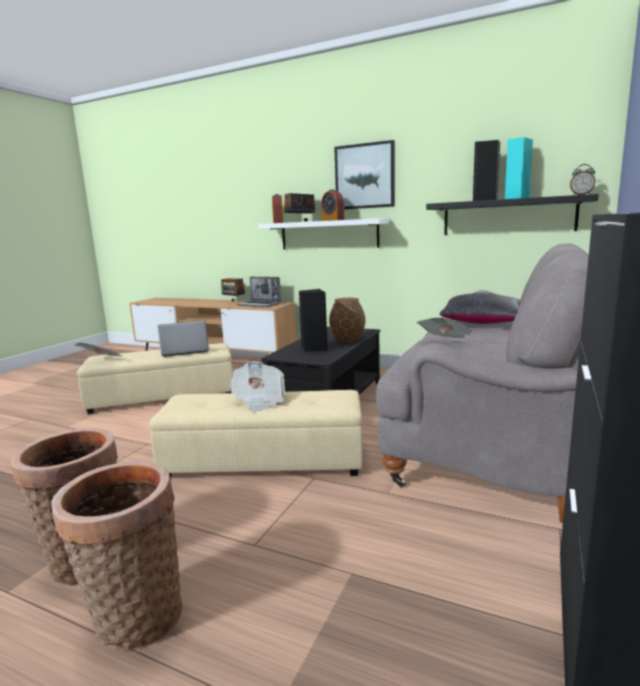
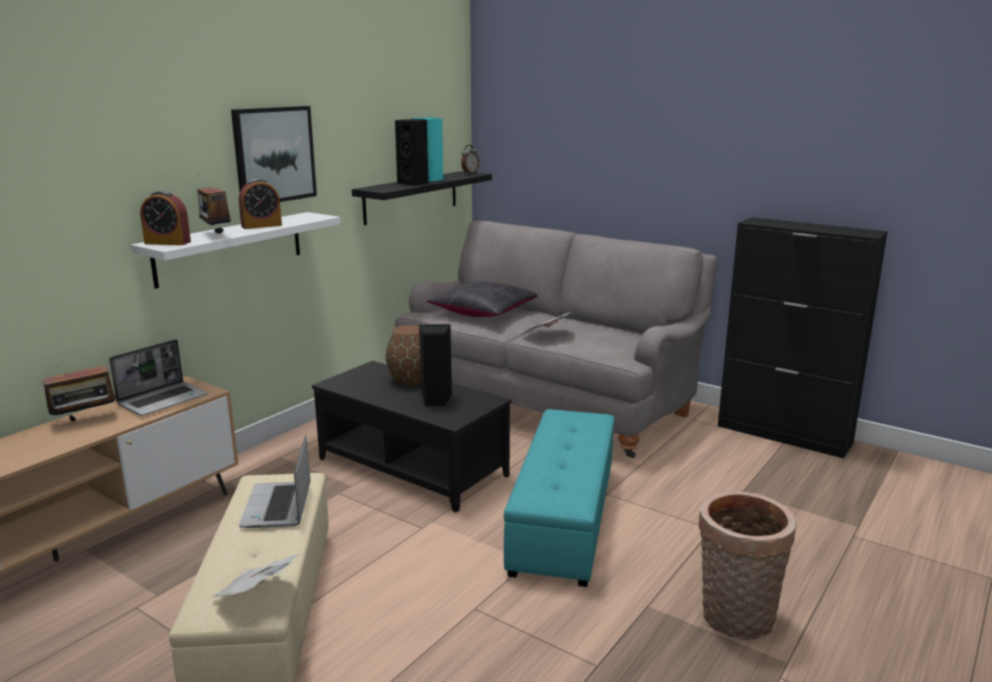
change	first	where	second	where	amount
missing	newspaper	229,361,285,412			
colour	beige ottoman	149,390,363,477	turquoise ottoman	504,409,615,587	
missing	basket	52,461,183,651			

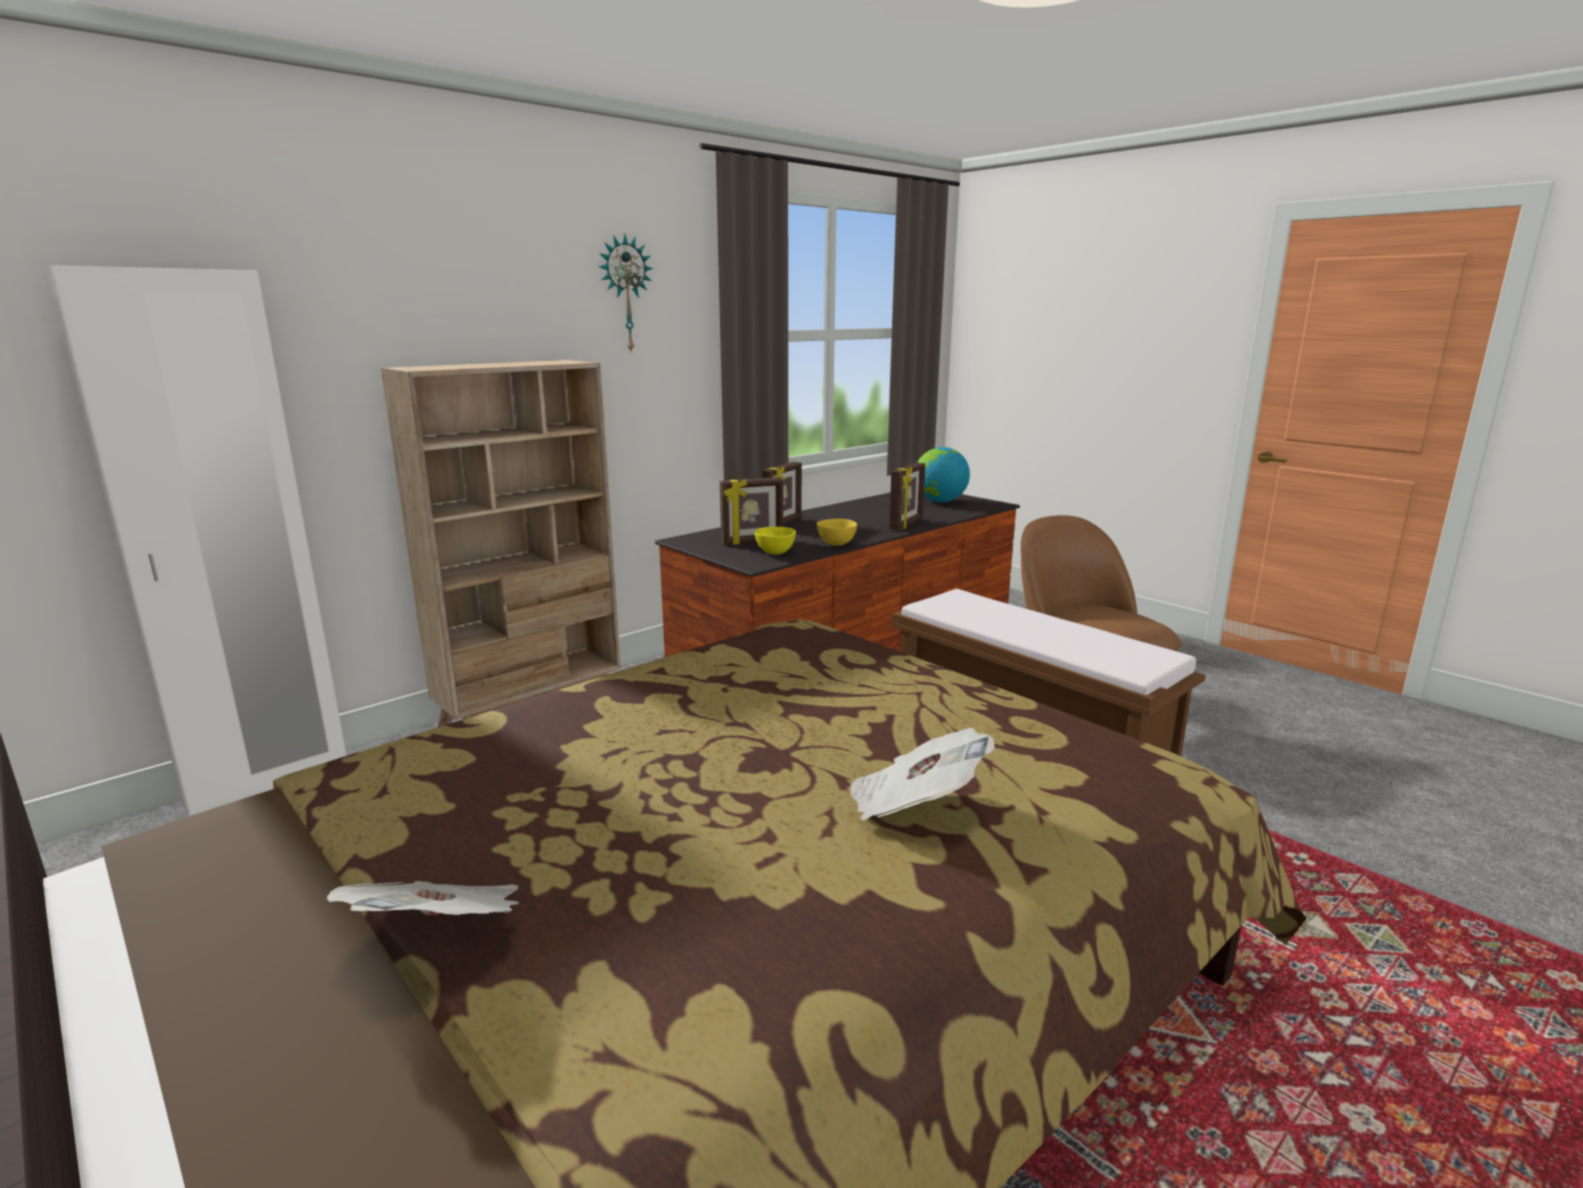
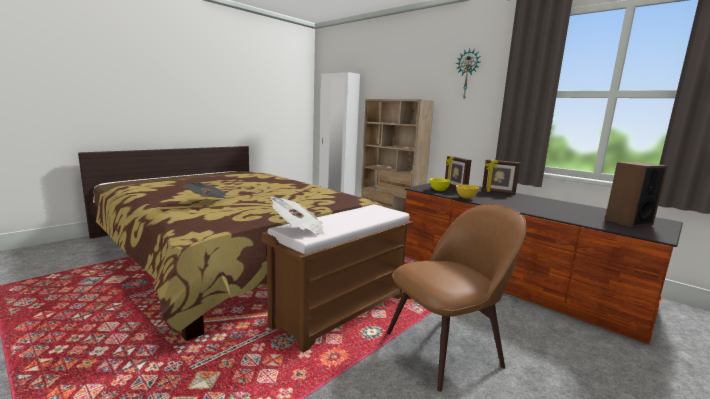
change	first	where	second	where	amount
exchanged	globe	918,447,970,503	speaker	605,162,668,228	
missing	picture frame	889,462,925,530			
relocated	newspaper	327,881,519,915		271,197,324,235	

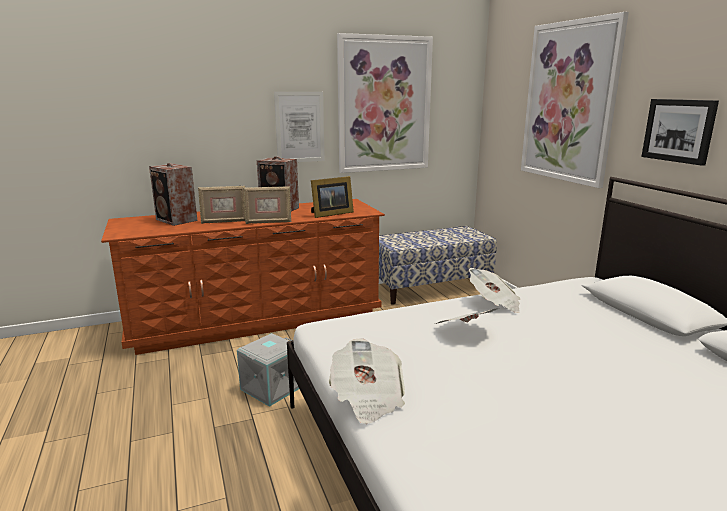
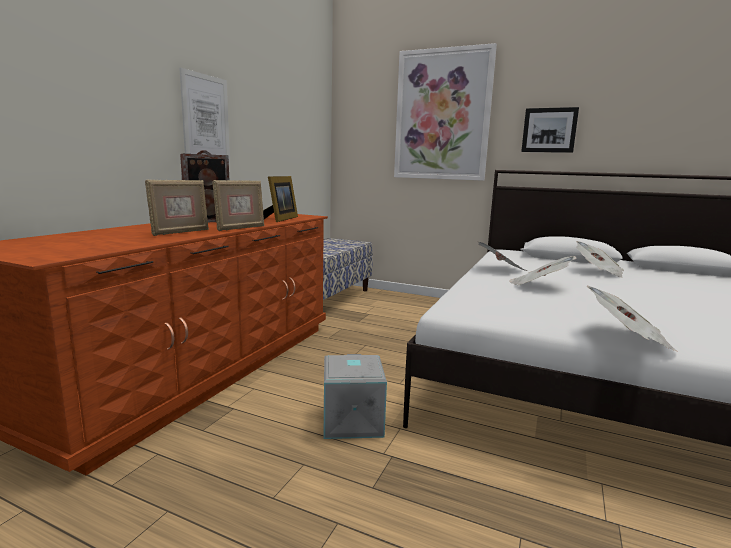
change	first	where	second	where	amount
missing	picture	337,33,433,173			
missing	speaker	149,163,197,226			
appeared			newspaper	576,241,624,278	

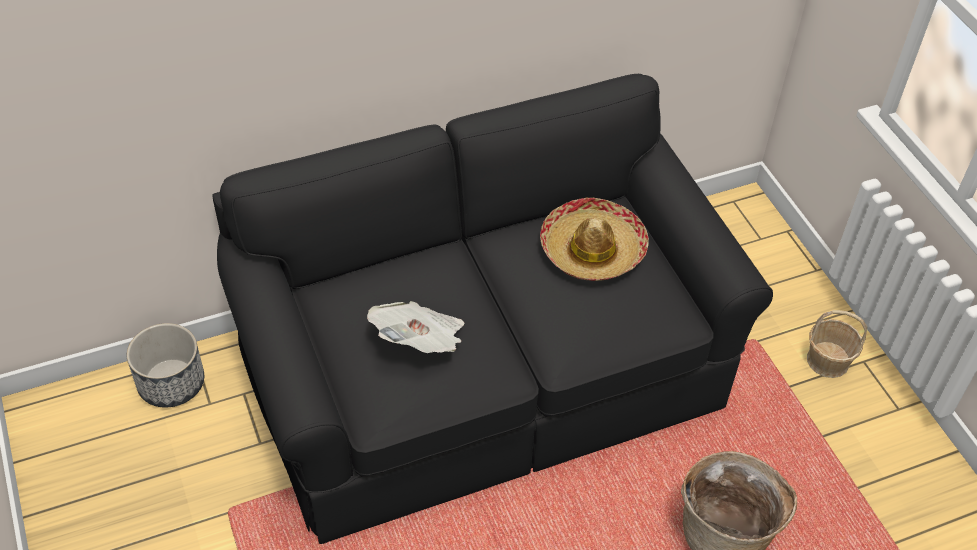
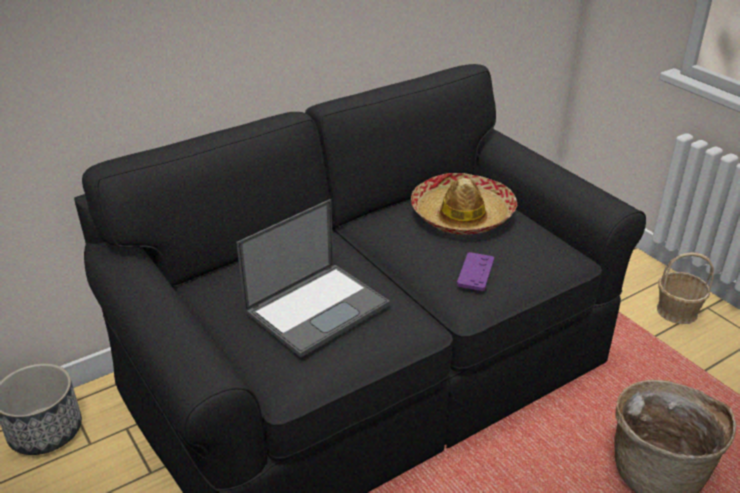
change	first	where	second	where	amount
exchanged	newspaper	367,301,464,353	laptop	236,199,390,358	
appeared			purple game controller	457,252,494,291	

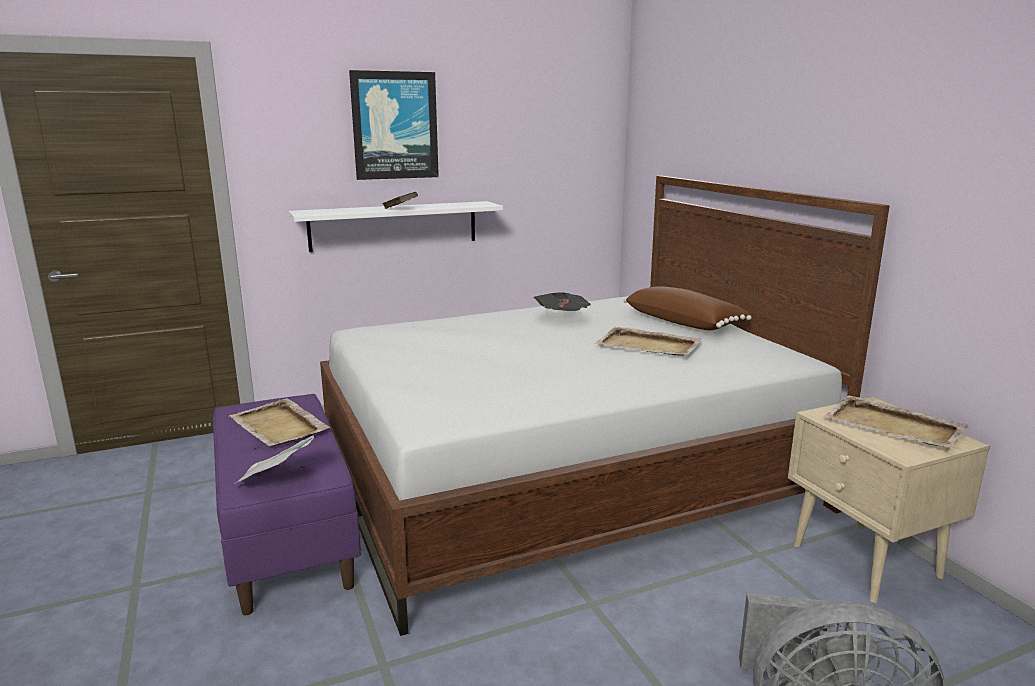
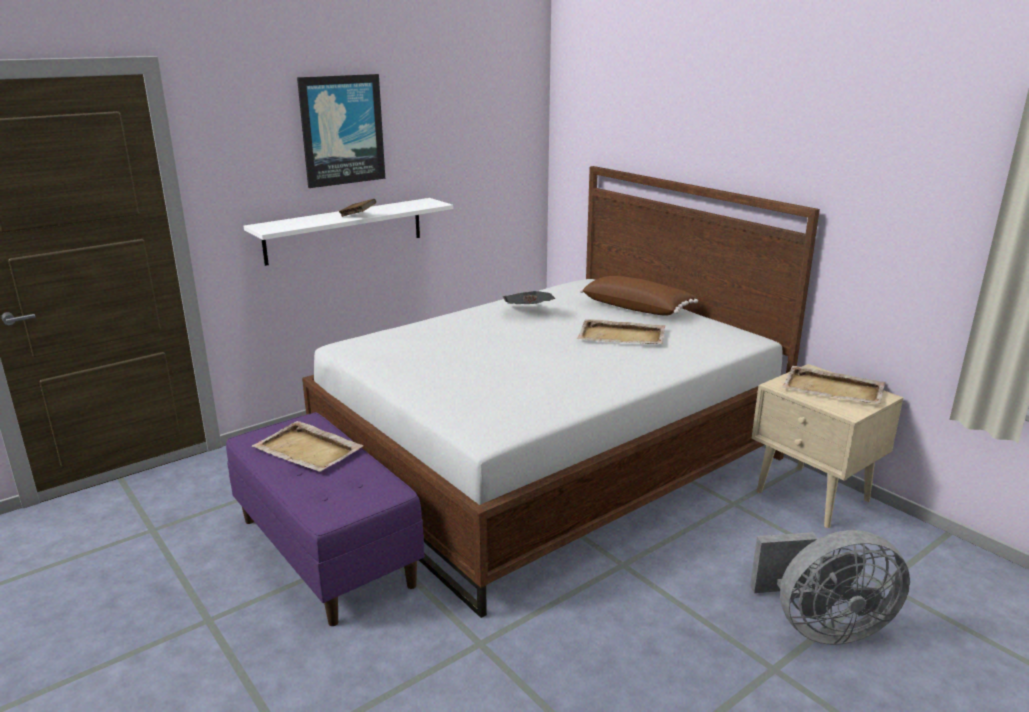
change	first	where	second	where	amount
missing	newspaper	234,435,314,484			

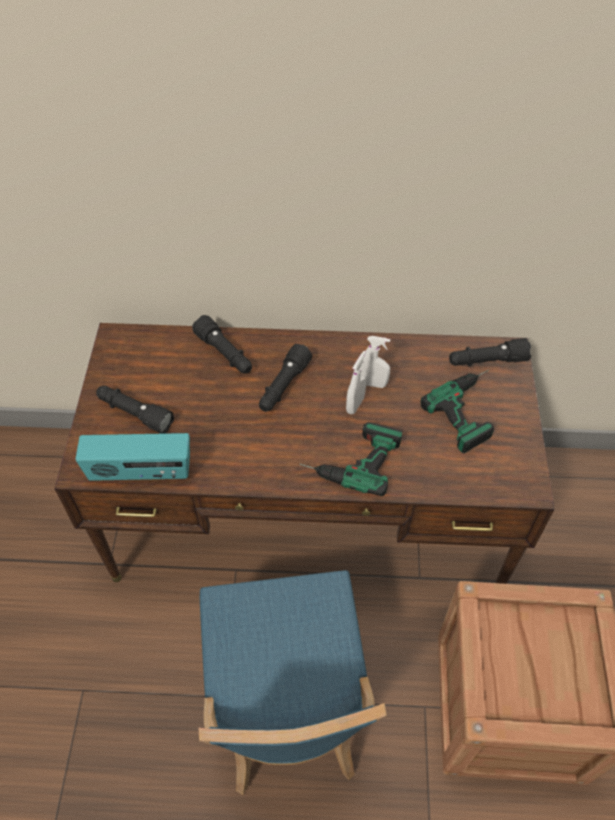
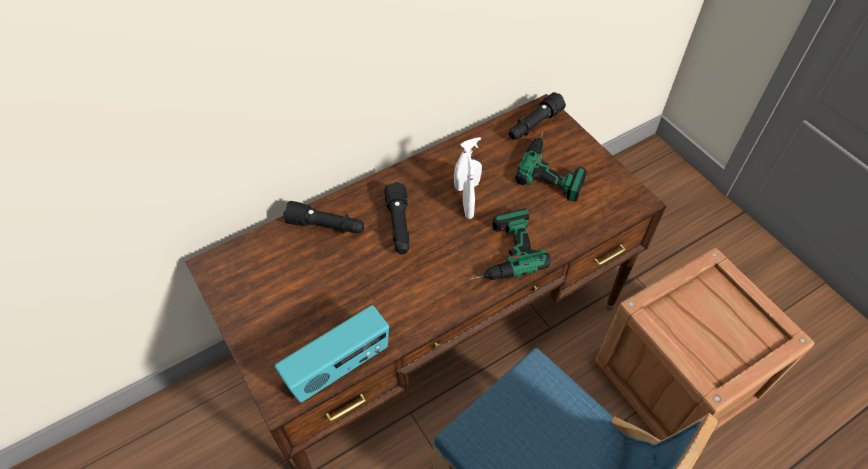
change	first	where	second	where	amount
missing	black flashlight	96,386,174,434			

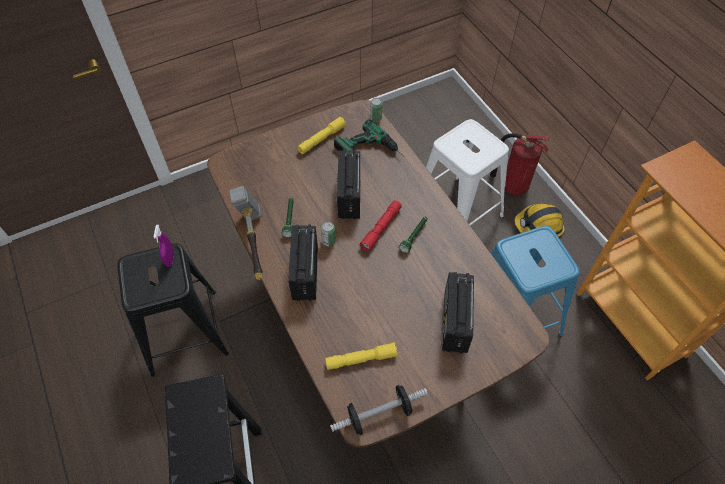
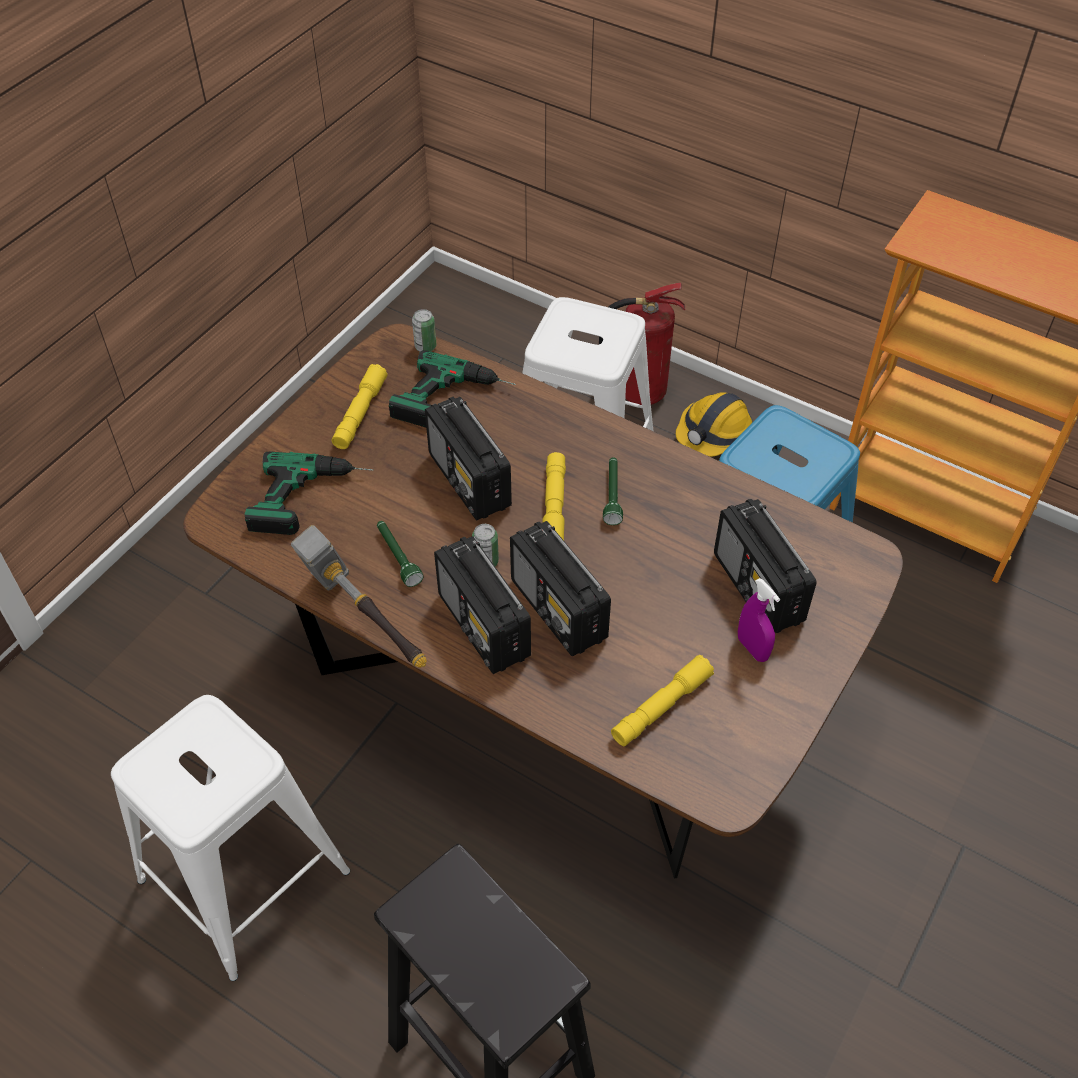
change	first	where	second	where	amount
colour	red flashlight	359,200,402,251	yellow flashlight	542,452,566,540	
relocated	purple spray bottle	154,225,174,267		738,578,780,662	
colour	black stool	117,243,229,377	white stool	111,695,350,981	
missing	dumbbell	330,385,428,435			
appeared			power drill	244,451,374,535	
appeared			radio	510,521,611,656	

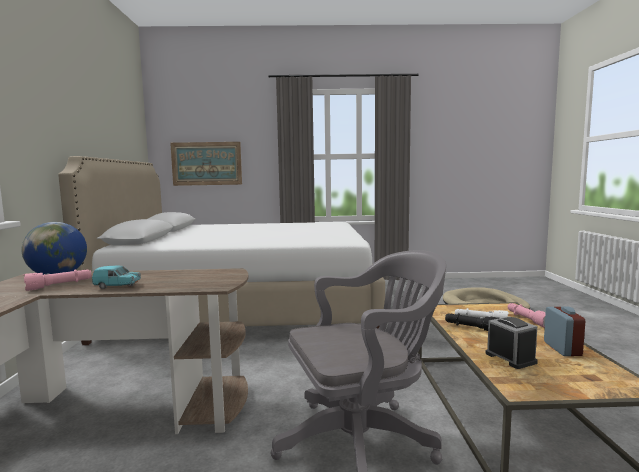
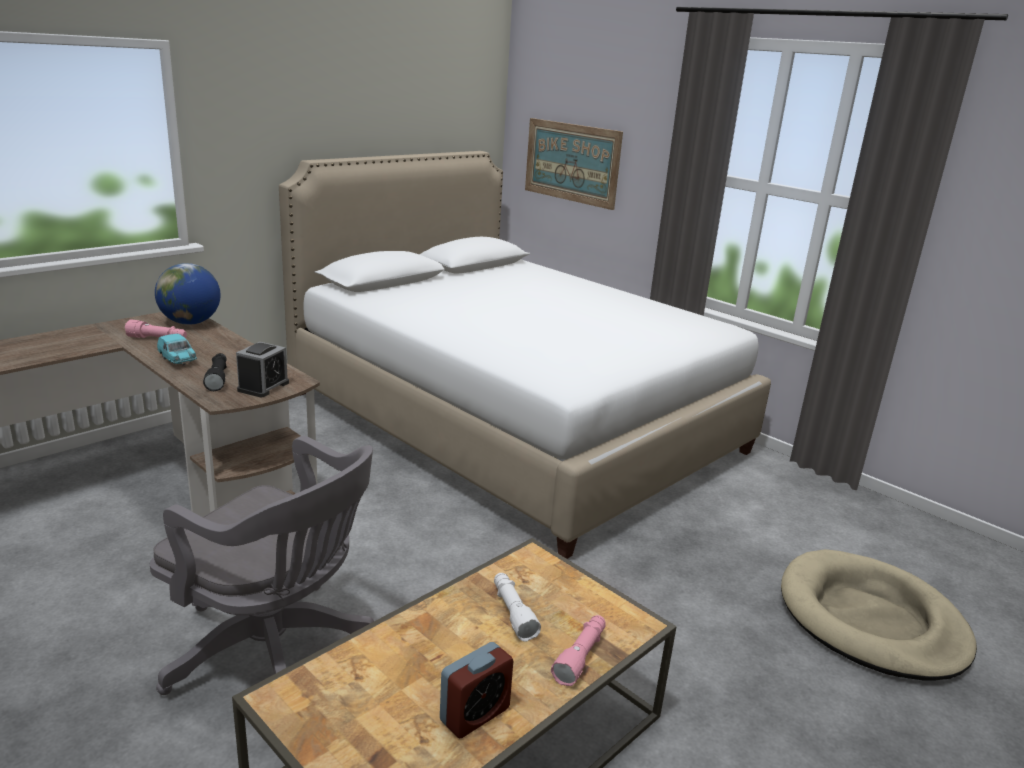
change	first	where	second	where	amount
relocated	black flashlight	445,313,499,331		203,353,227,391	
relocated	alarm clock	486,316,538,369		236,342,289,397	

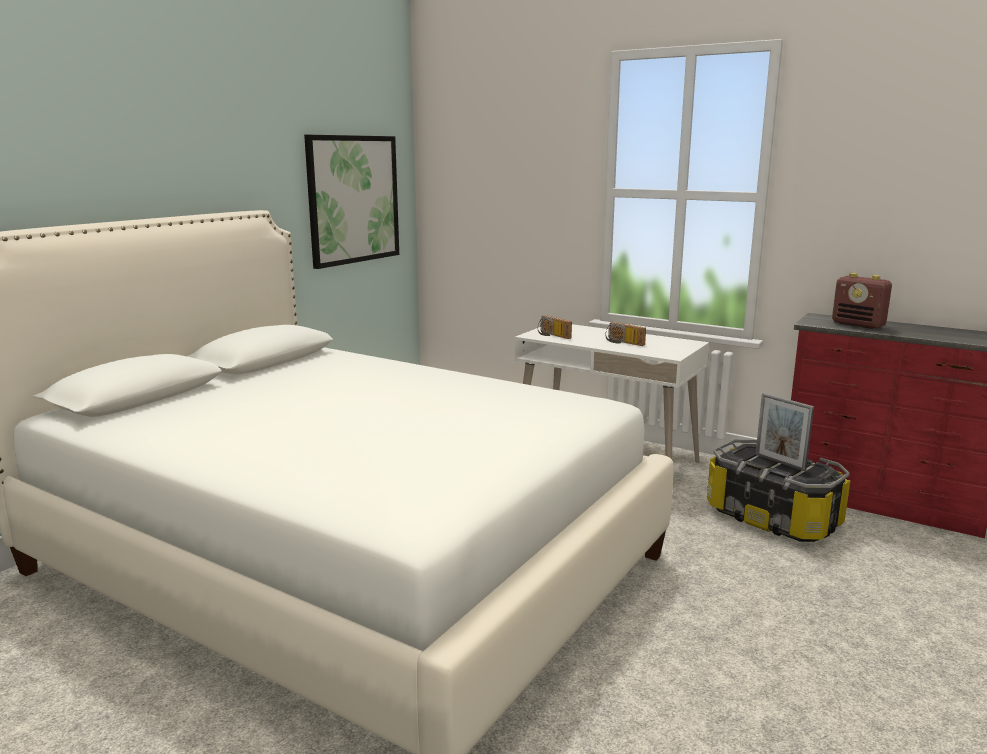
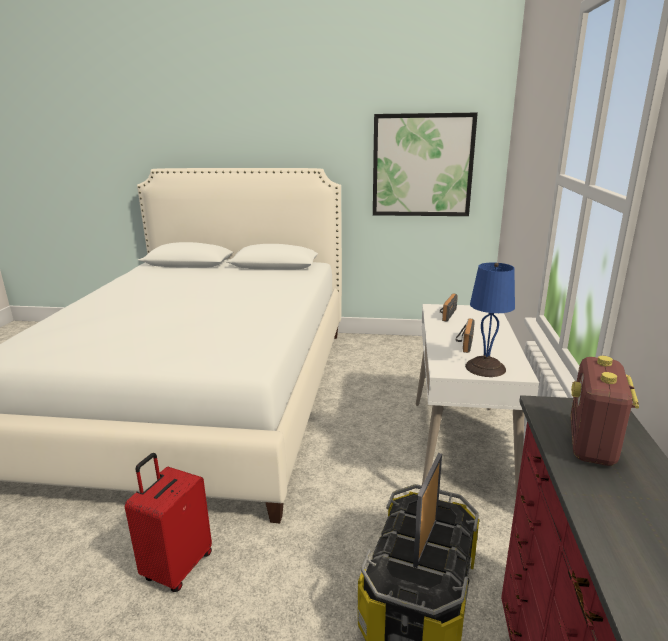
change	first	where	second	where	amount
appeared			blue table lamp	465,263,515,377	
appeared			red suitcase	125,453,212,592	

